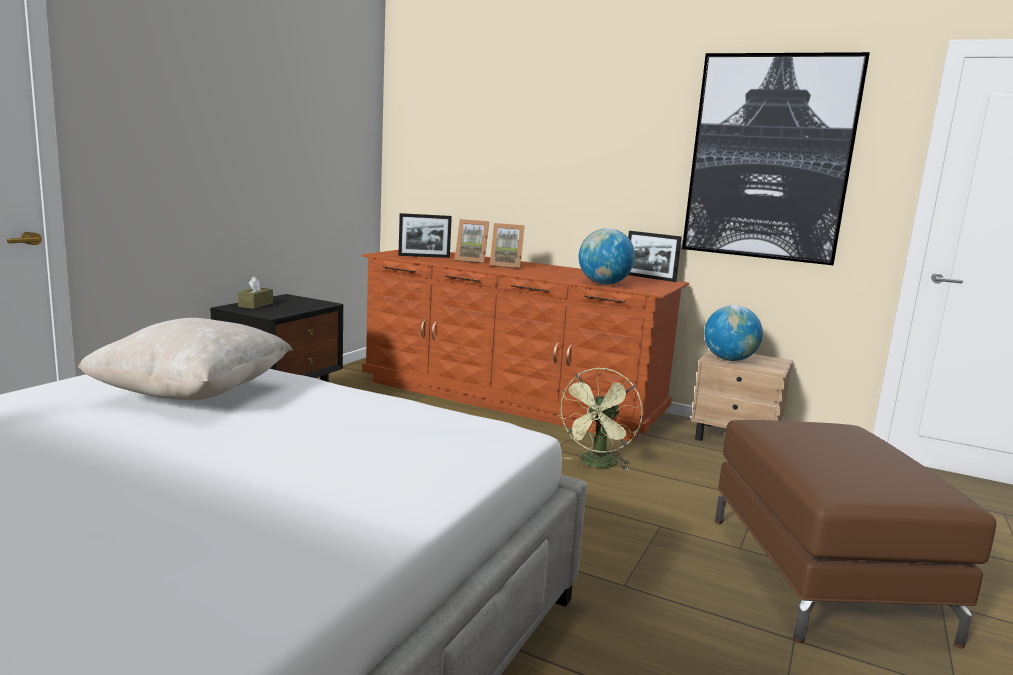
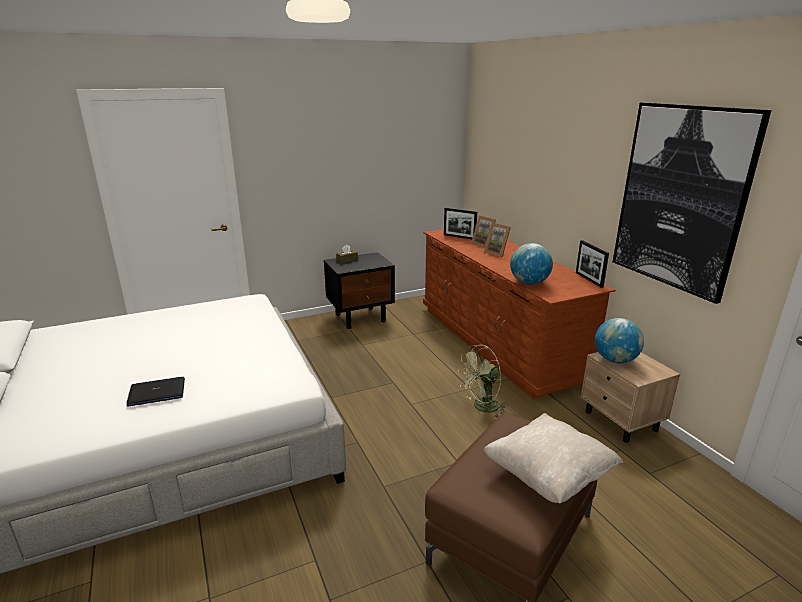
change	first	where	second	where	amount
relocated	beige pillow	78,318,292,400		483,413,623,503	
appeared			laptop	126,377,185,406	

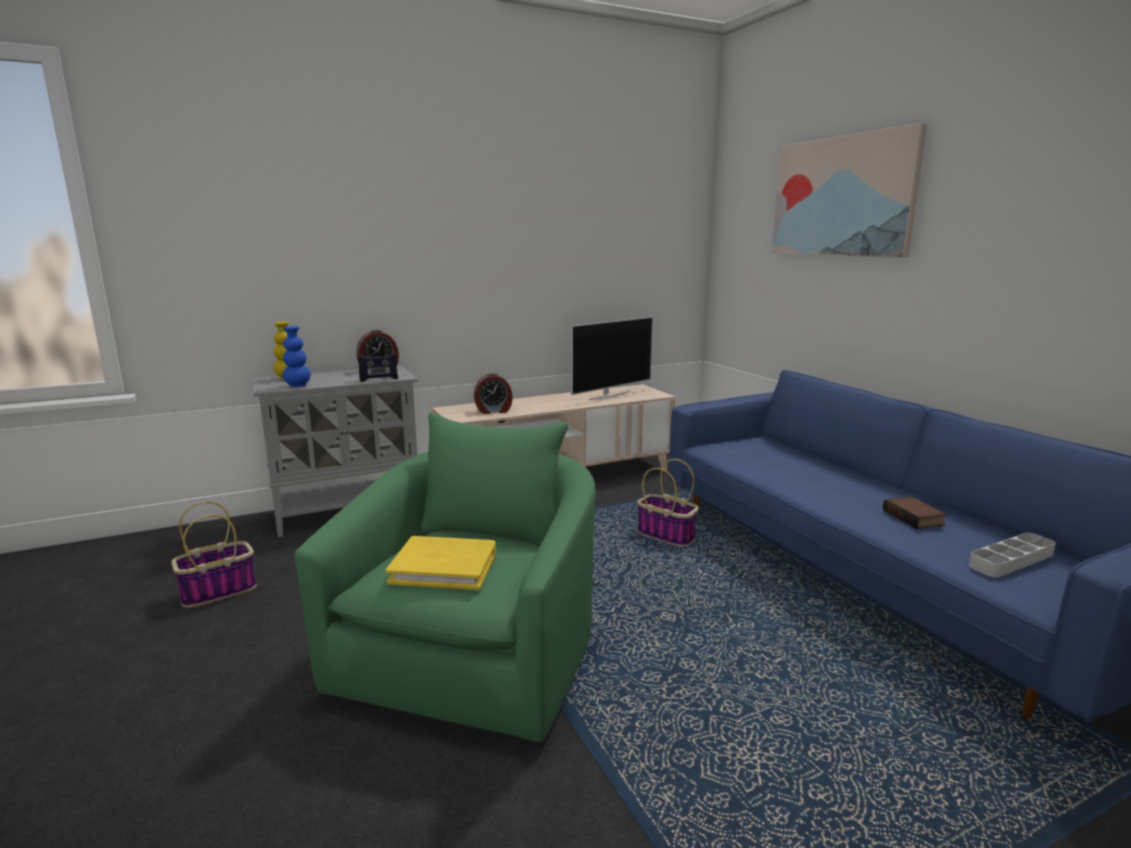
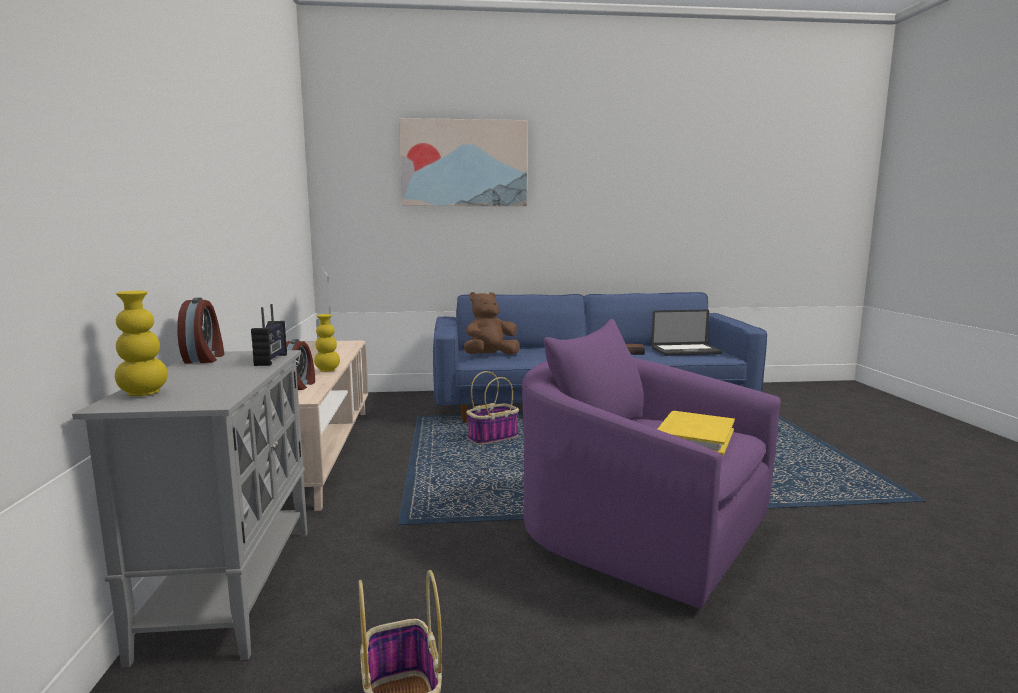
change	first	where	second	where	amount
missing	blue vase	283,326,311,387			
colour	green armchair	294,413,596,742	purple armchair	522,319,781,608	
exchanged	grey tray	969,533,1056,577	laptop	651,310,723,356	
appeared			brown plush toy	464,292,519,355	
appeared			yellow vase	314,314,340,372	

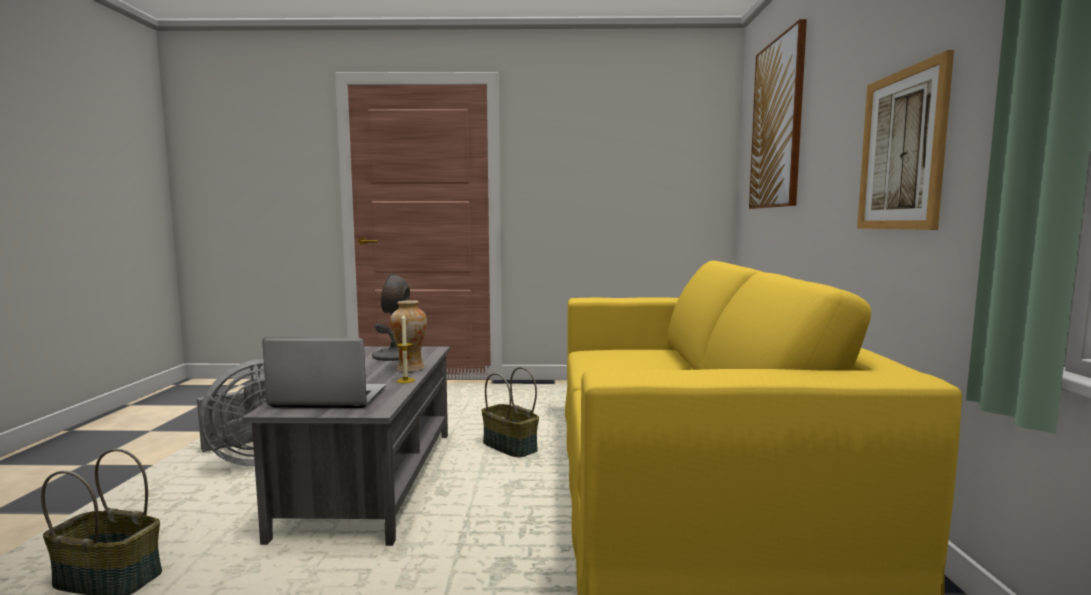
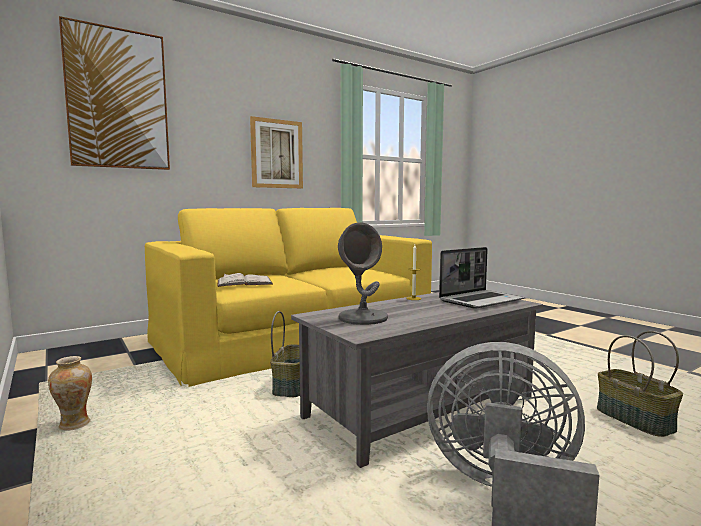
change	first	where	second	where	amount
relocated	vase	390,300,427,372		48,356,92,431	
spun	laptop	262,338,386,408		439,247,524,309	90 degrees counterclockwise
appeared			white book	218,273,273,287	

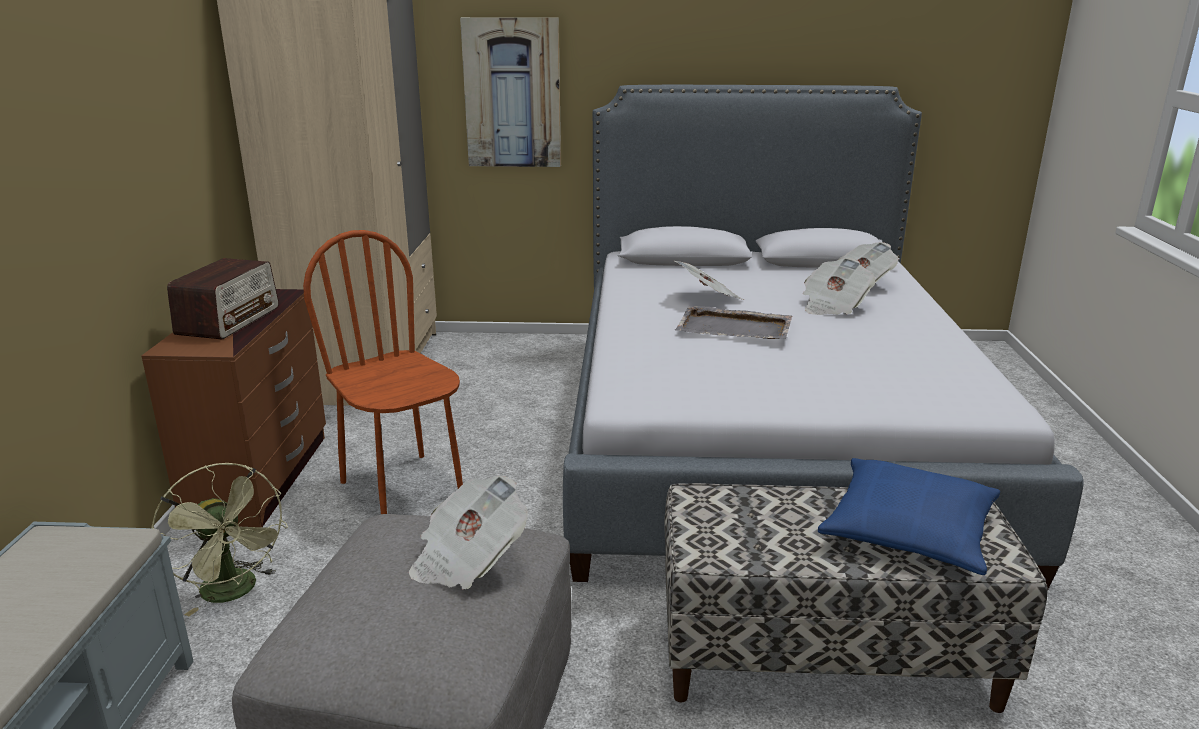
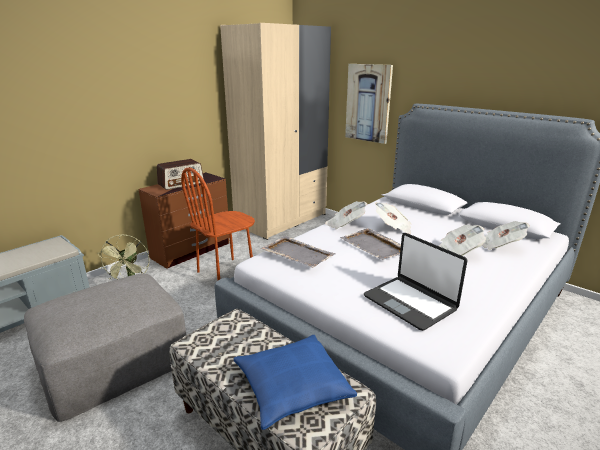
change	first	where	second	where	amount
spun	brown chair	303,230,463,514		181,167,255,280	135 degrees counterclockwise
relocated	newspaper	409,476,528,589		325,201,367,229	
appeared			laptop	364,233,467,331	
appeared			grey tray	260,236,336,268	

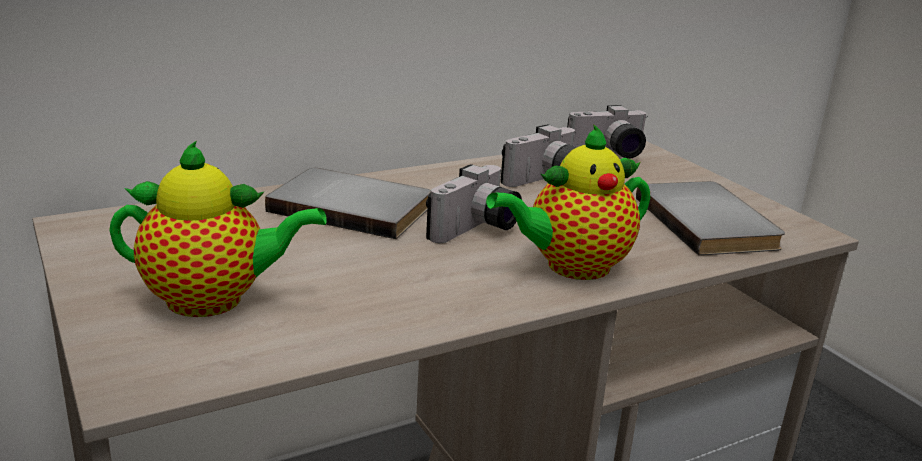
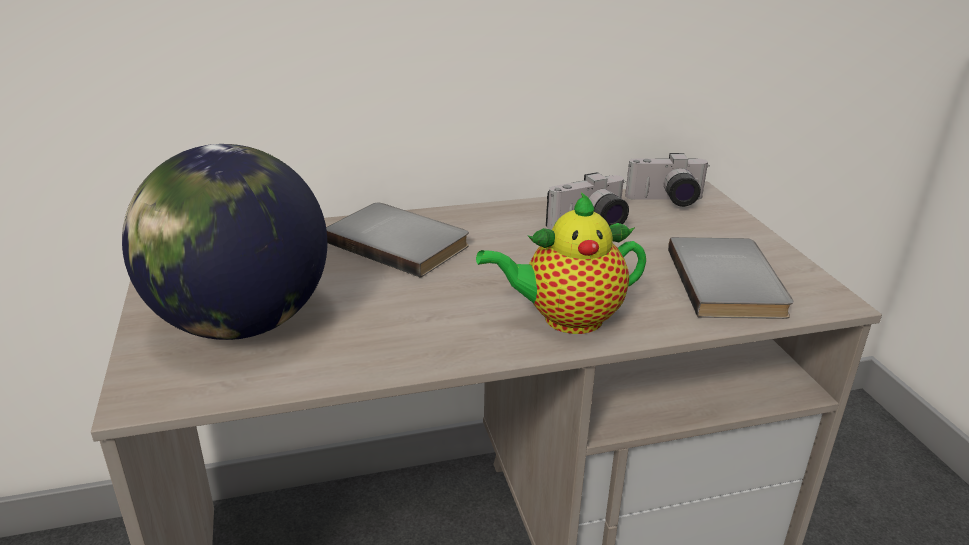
change	first	where	second	where	amount
exchanged	teapot	109,140,327,317	globe	122,144,327,340	
missing	photo camera	426,164,522,243			

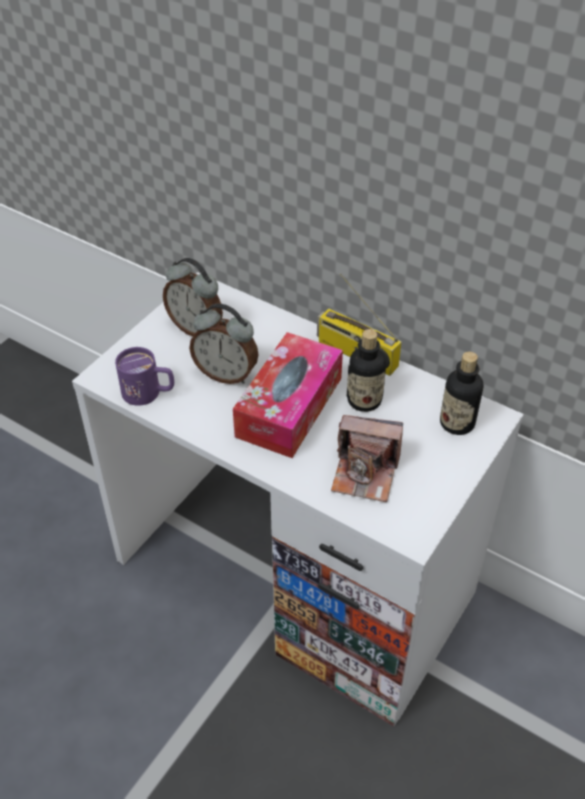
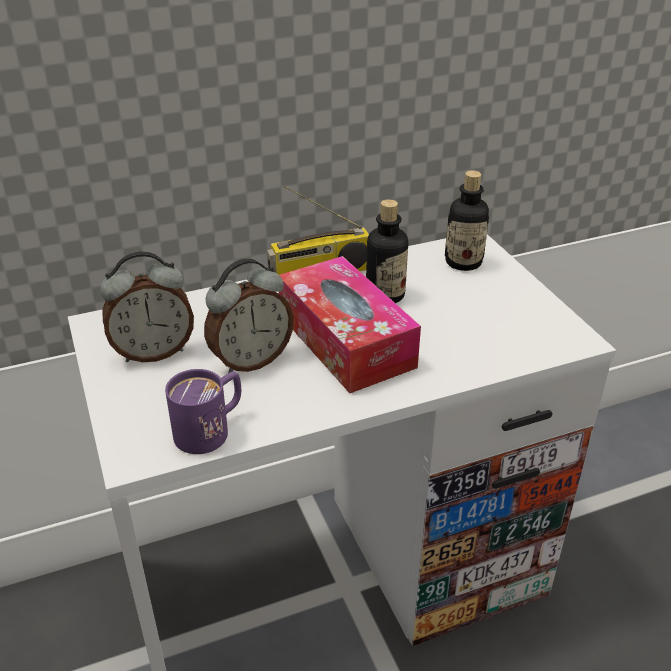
change	first	where	second	where	amount
missing	photo camera	331,415,403,502			

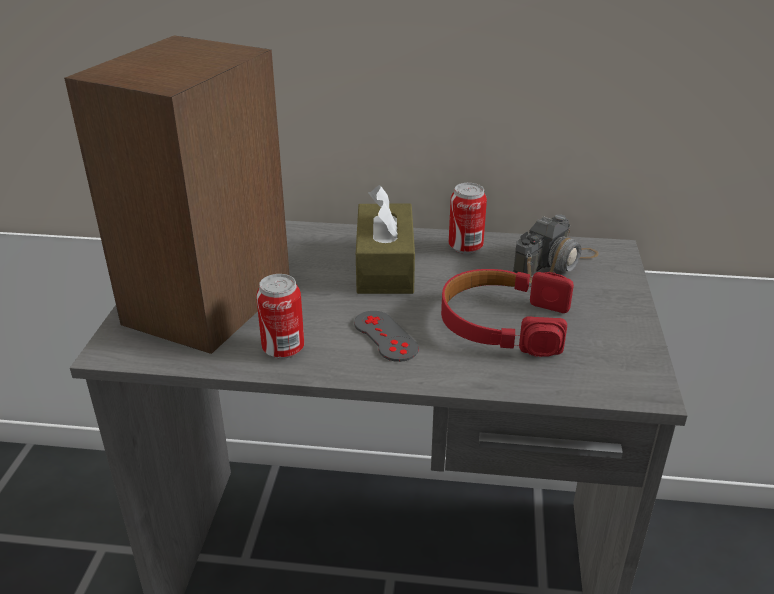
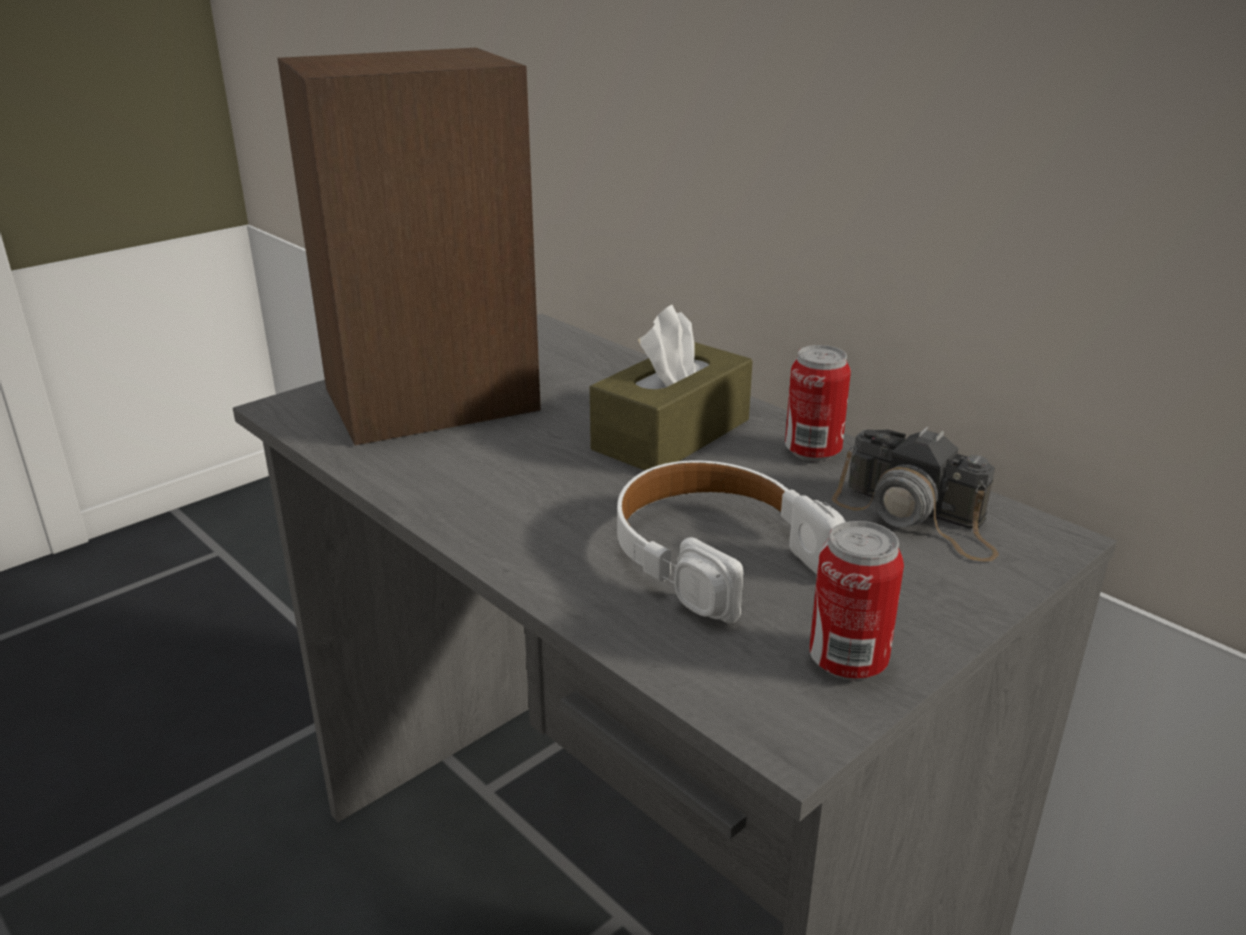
change	first	where	second	where	amount
spun	photo camera	513,214,599,284		832,427,999,562	45 degrees clockwise
colour	red headphones	441,269,574,357	white headphones	617,460,846,623	
relocated	can	256,274,304,359		809,521,904,680	
missing	grey game controller	354,311,419,362			

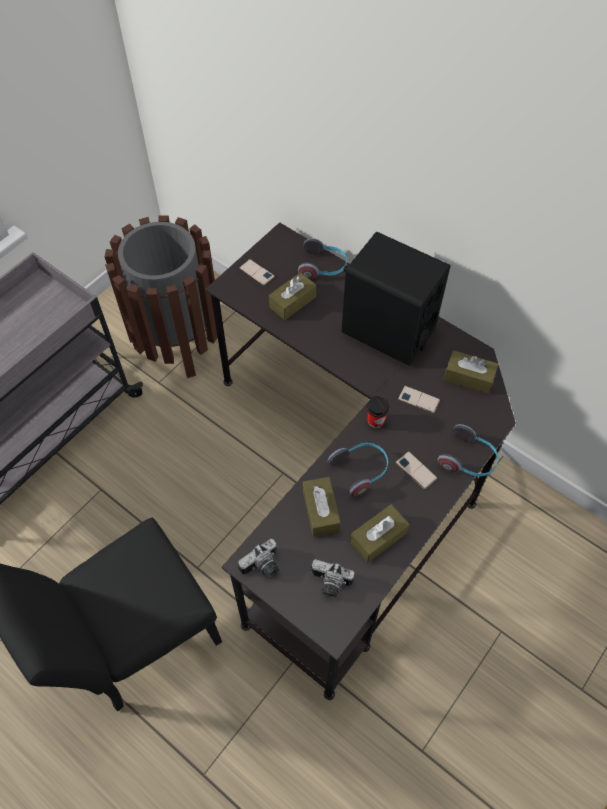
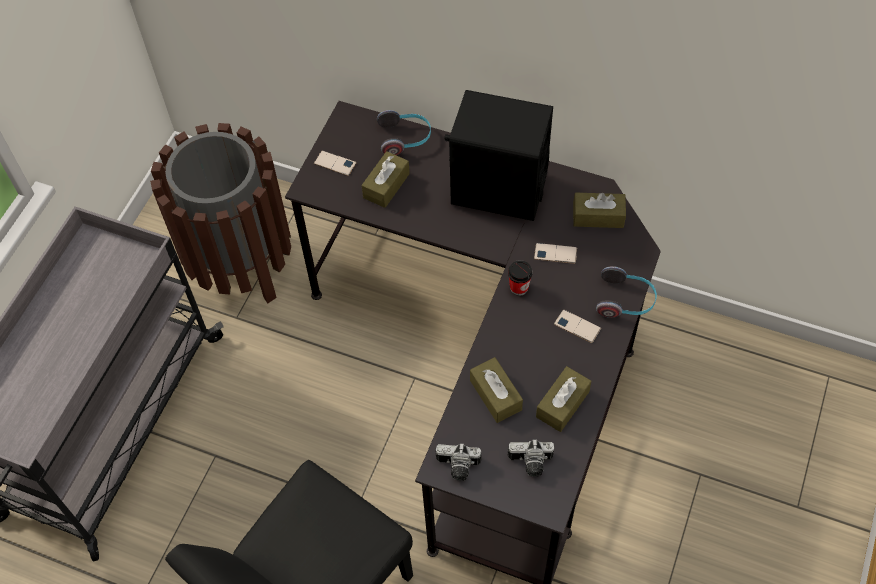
change	first	where	second	where	amount
missing	headphones	328,443,388,496			
spun	photo camera	238,539,279,578		435,443,482,481	60 degrees clockwise

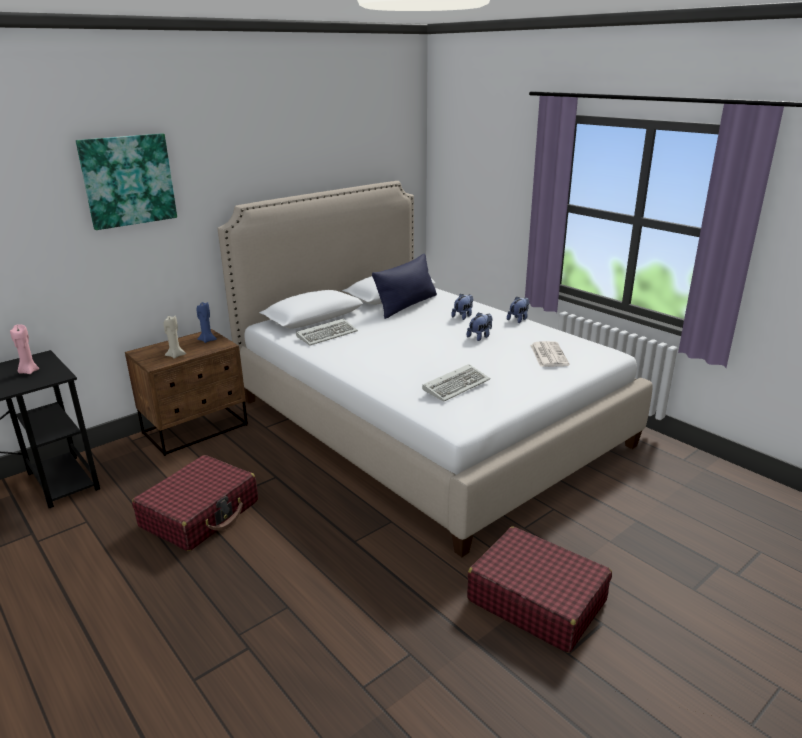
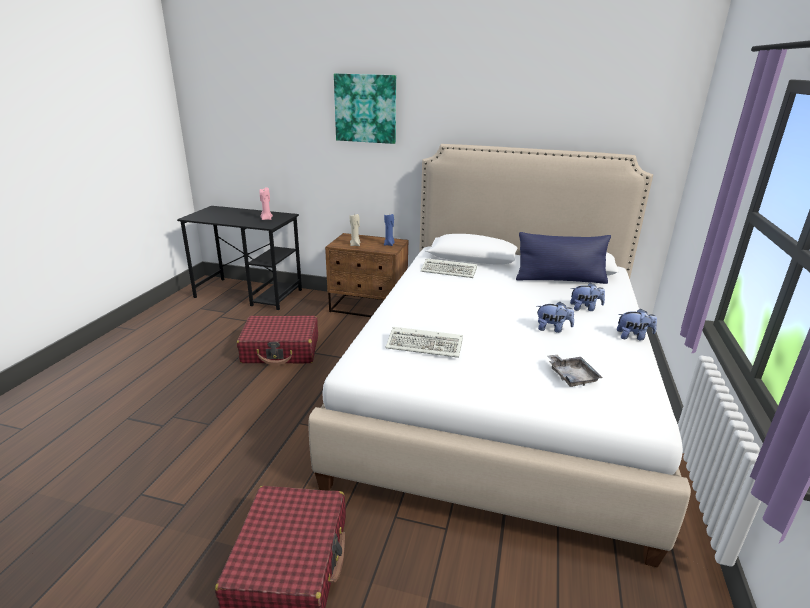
change	first	where	second	where	amount
exchanged	newspaper	530,341,570,367	grey tray	547,355,603,387	

